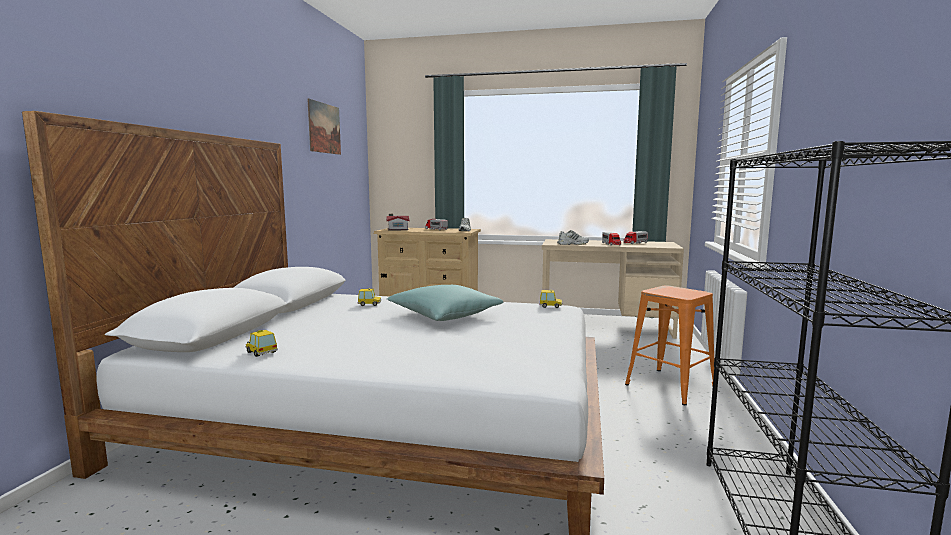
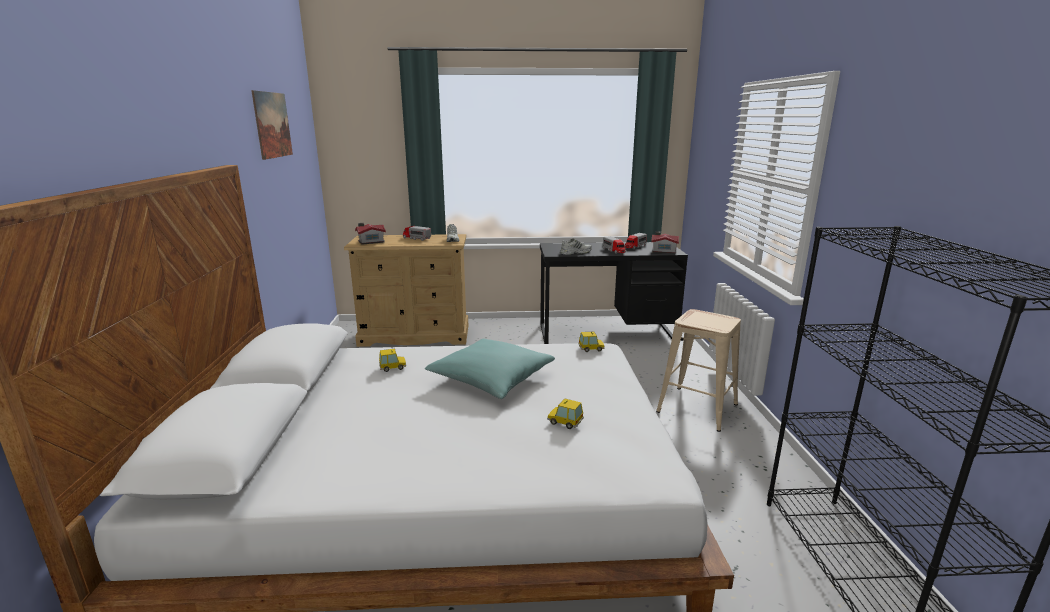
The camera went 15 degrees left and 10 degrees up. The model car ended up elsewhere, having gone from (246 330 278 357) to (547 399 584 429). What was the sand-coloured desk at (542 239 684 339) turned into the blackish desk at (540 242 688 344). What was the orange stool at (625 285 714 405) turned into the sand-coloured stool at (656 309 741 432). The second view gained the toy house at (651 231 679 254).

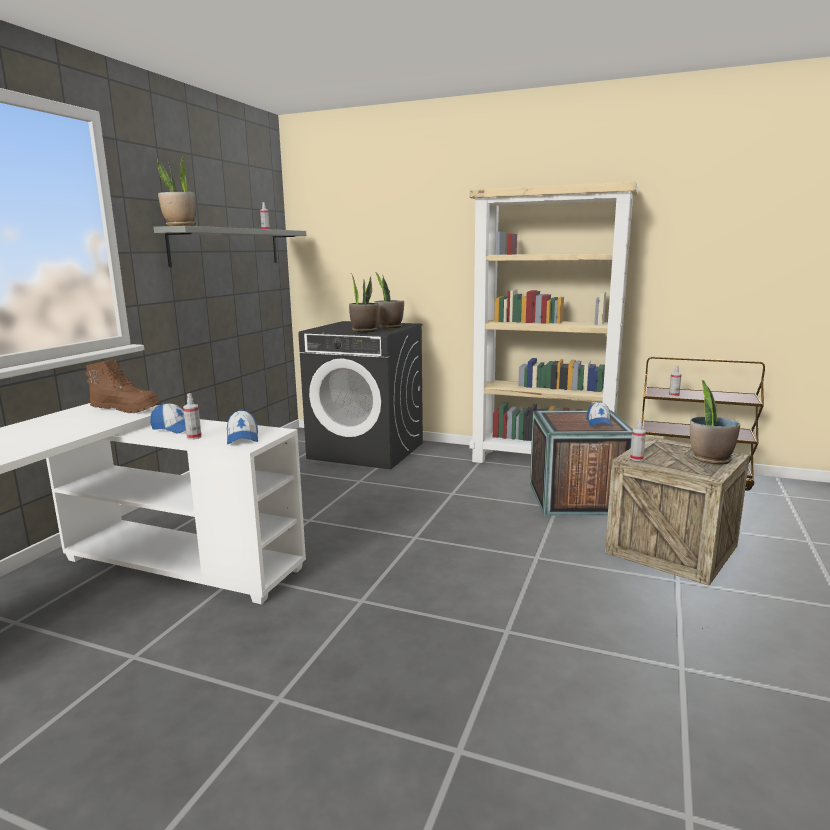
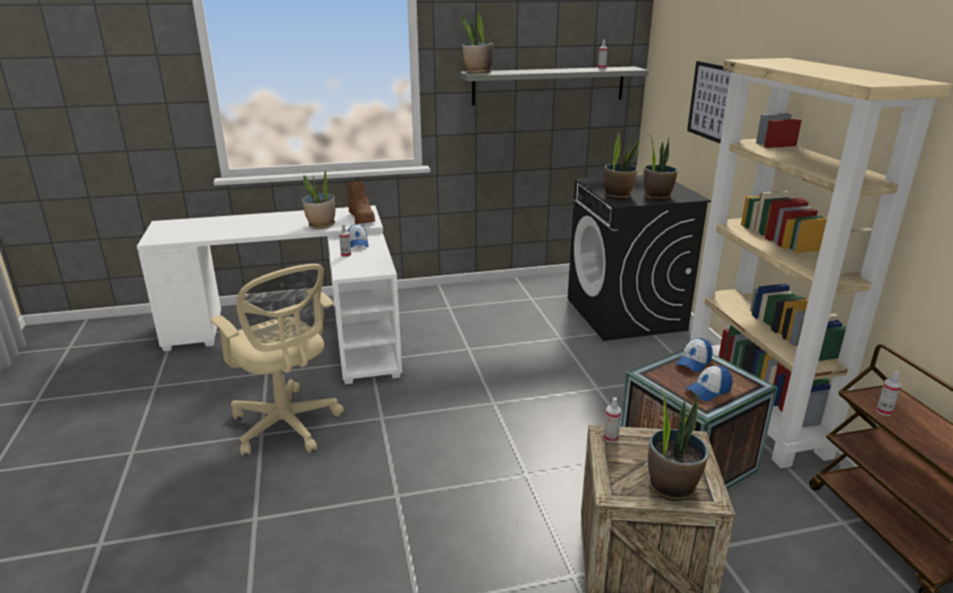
The camera went 55 degrees right and 10 degrees up. The peaked cap ended up elsewhere, having gone from (227 409 258 444) to (675 338 713 373). The second view gained the sand-coloured desk chair at (210 264 344 456). The second view gained the potted plant at (302 169 335 229). The second view gained the wall art at (687 61 731 143).

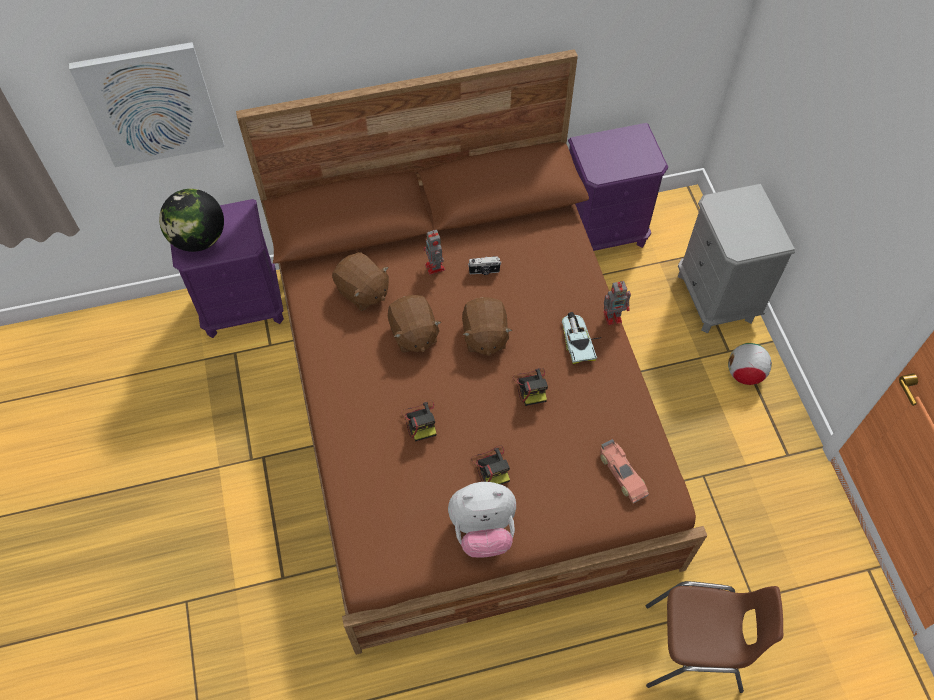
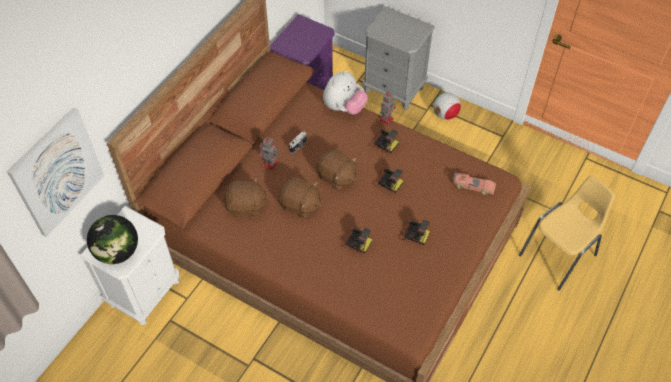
The camera went 45 degrees left and 5 degrees down. What was the purple-coloured night table at (170 199 284 338) turned into the whitish night table at (80 206 179 325). The soft toy ended up elsewhere, having gone from (448 482 516 557) to (323 71 368 115). Where the model car stood at (562 312 601 364), the still camera came to stand at (369 129 399 153). What was the brown-coloured chair at (646 581 783 693) turned into the yellowish chair at (519 176 615 290).

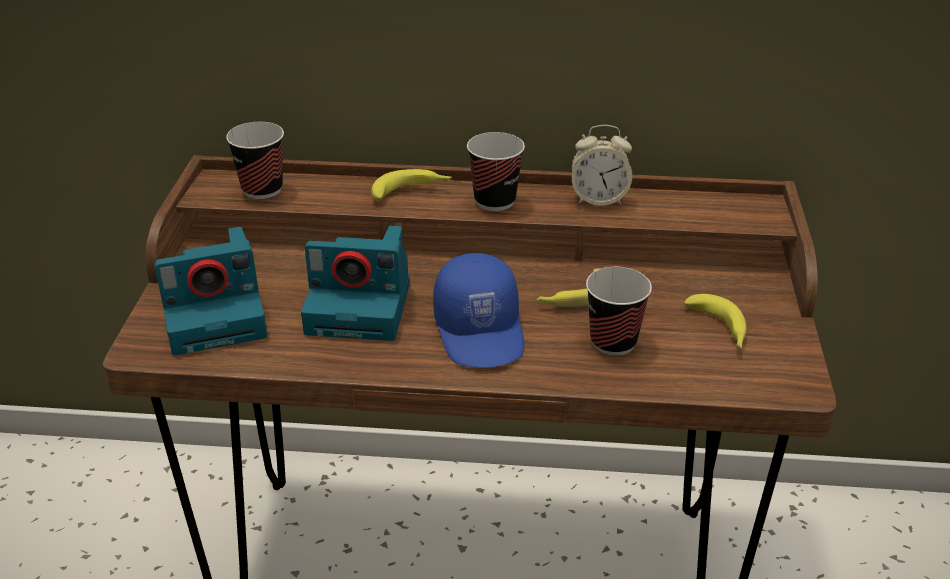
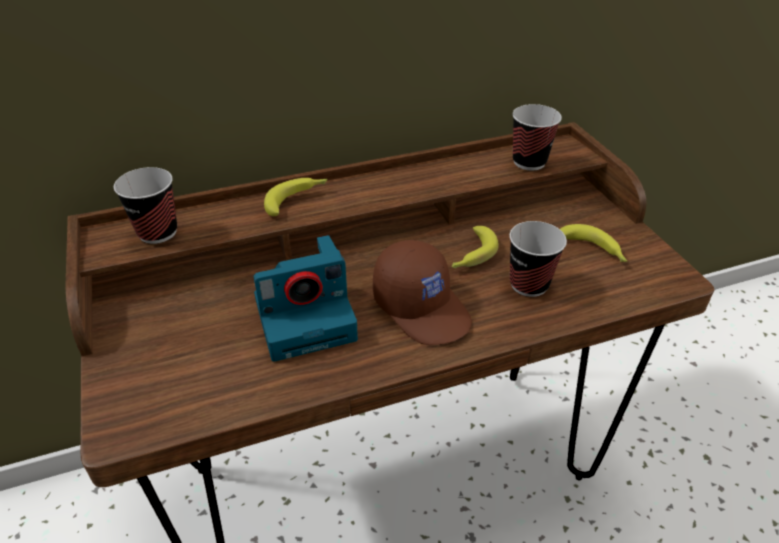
The camera went 25 degrees left and 5 degrees up. The second view lost the still camera at (155 227 267 355). What was the bluish peaked cap at (433 253 524 368) turned into the brown-coloured peaked cap at (373 240 472 345). The cup ended up elsewhere, having gone from (467 132 525 211) to (513 104 562 170). The second view lost the alarm clock at (572 125 632 206).

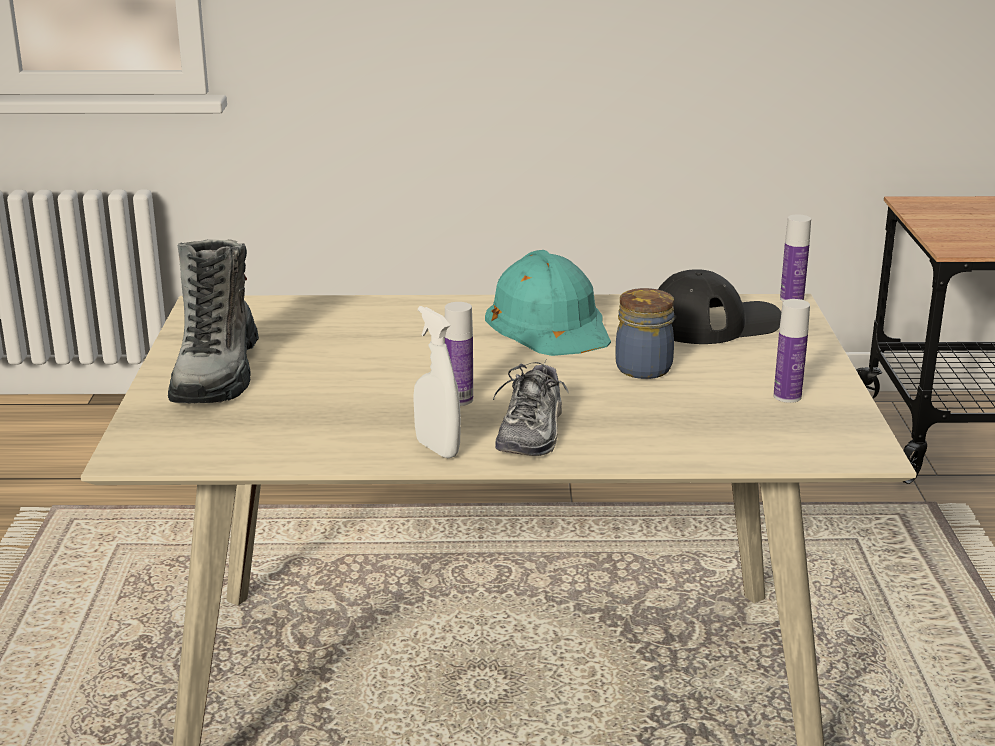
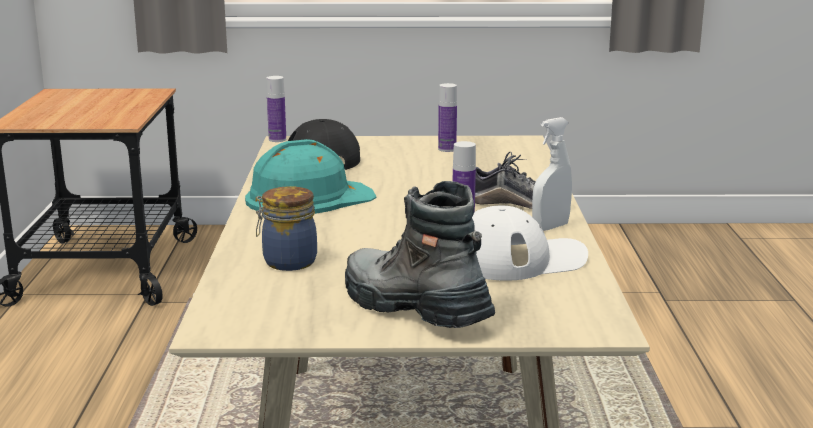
The camera went 90 degrees left and 5 degrees down. The tall boot at (168 239 259 404) ended up facing another way, 135 degrees counterclockwise from before. The jar ended up elsewhere, having gone from (615 288 674 379) to (256 186 317 271). The second view gained the whitish peaked cap at (472 206 588 281).

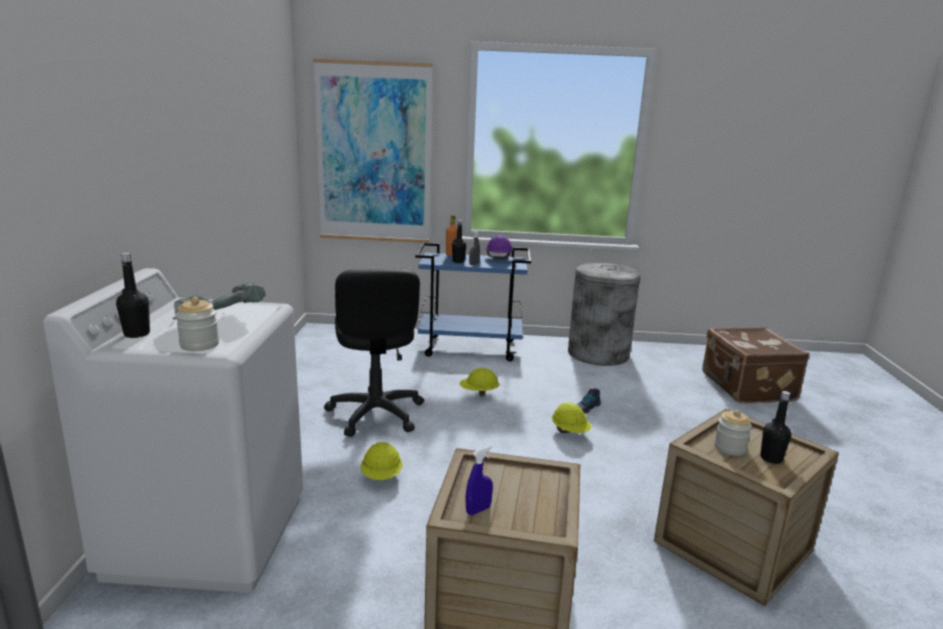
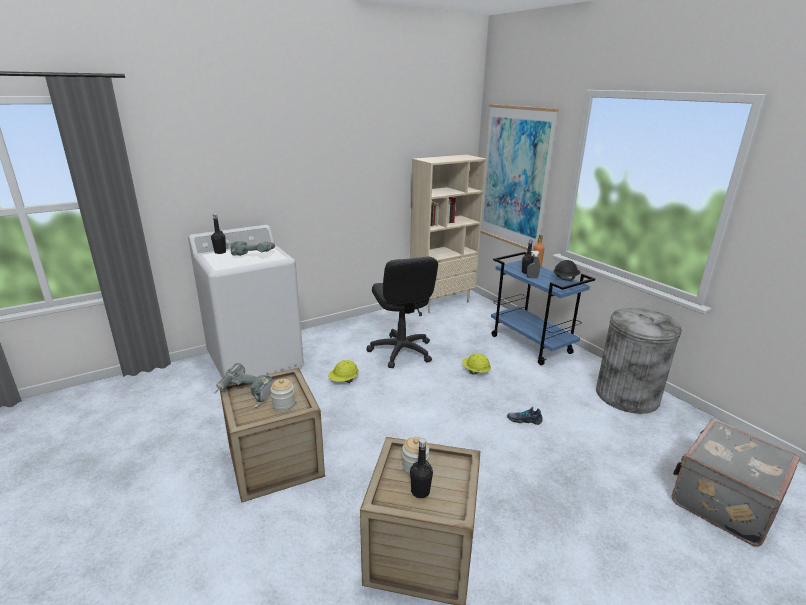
The camera went 55 degrees right and 5 degrees up. The jar ended up elsewhere, having gone from (176 297 219 351) to (270 379 295 411). The blackish desk chair at (324 269 424 437) ended up facing another way, 60 degrees counterclockwise from before. Where the bluish hand sprayer stood at (466 446 493 515), the power drill came to stand at (213 363 274 408). What was the purple-coloured work helmet at (485 235 513 259) turned into the blackish work helmet at (553 260 581 281). The second view lost the yellowish work helmet at (552 402 591 433). What was the brown-coloured suitcase at (702 327 809 404) turned into the greyish suitcase at (672 419 801 547). The second view gained the sand-coloured bookcase at (410 155 487 313).

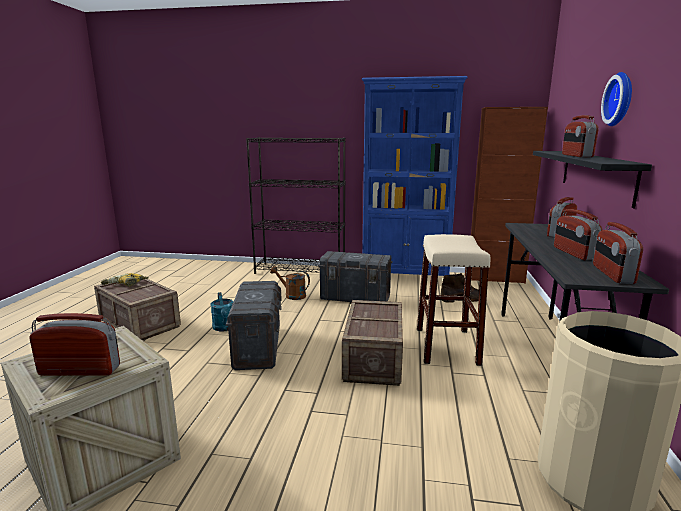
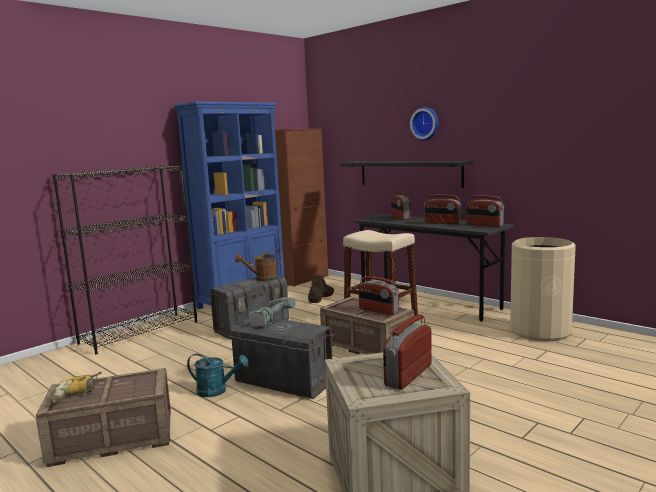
The camera went 55 degrees left and 5 degrees down. The brown-coloured watering can ended up elsewhere, having gone from (270 266 310 300) to (235 249 281 281). The radio set ended up elsewhere, having gone from (562 115 599 157) to (358 276 399 315). The second view gained the power drill at (245 297 295 326).

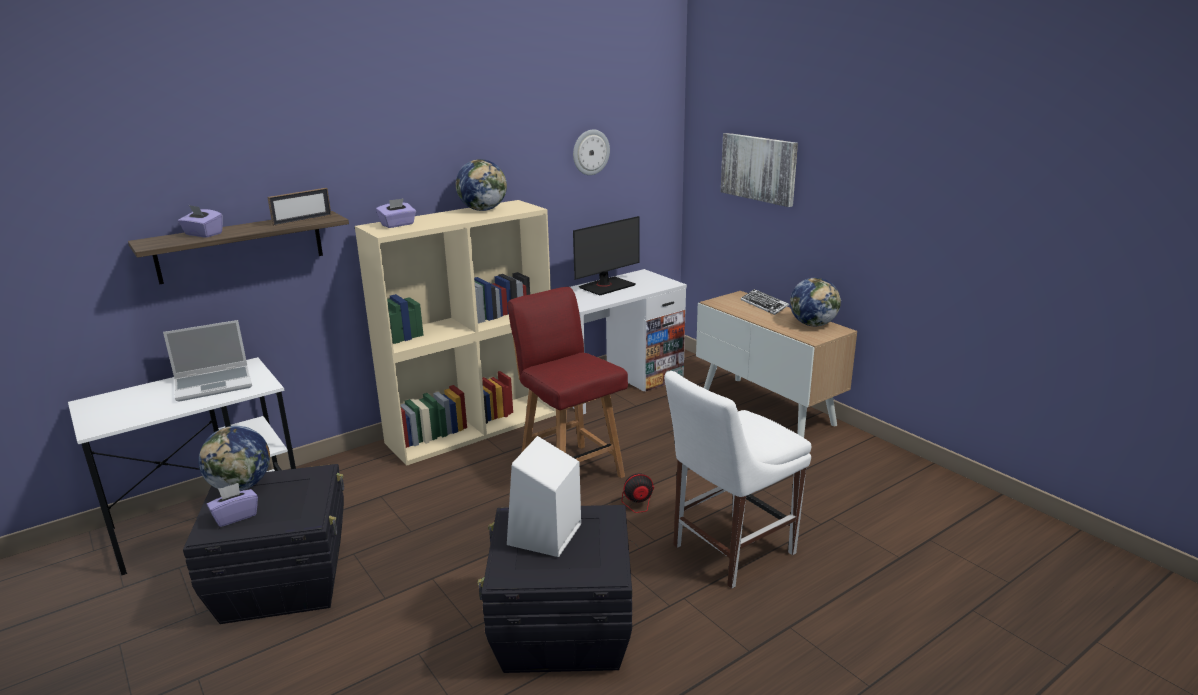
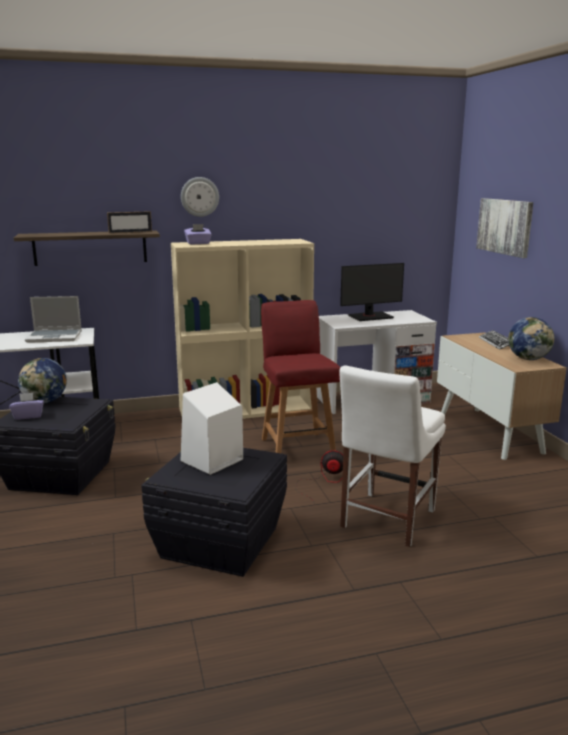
The camera went 20 degrees right and 5 degrees down. The second view lost the purple-coloured tissue box at (178 205 223 237). The second view lost the globe at (456 159 507 211). The wall clock ended up elsewhere, having gone from (573 129 610 175) to (181 177 219 217). The whitish chair at (664 371 811 588) ended up facing another way, 45 degrees counterclockwise from before.

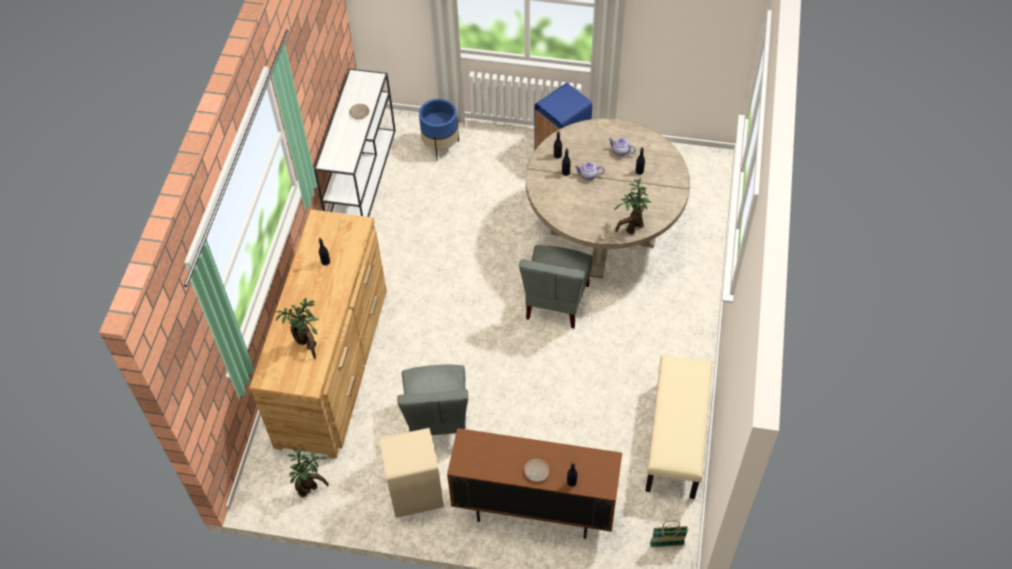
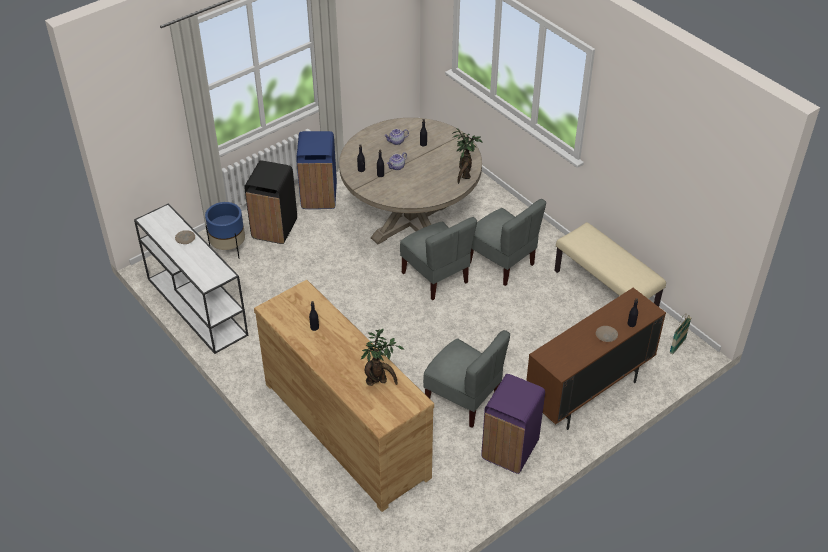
The camera went 50 degrees left and 10 degrees down. The second view lost the potted plant at (288 447 329 497). What was the sand-coloured waste bin at (379 428 444 518) turned into the purple-coloured waste bin at (481 374 545 474). The second view gained the blackish waste bin at (244 160 297 244). The second view gained the greyish chair at (470 199 546 286).

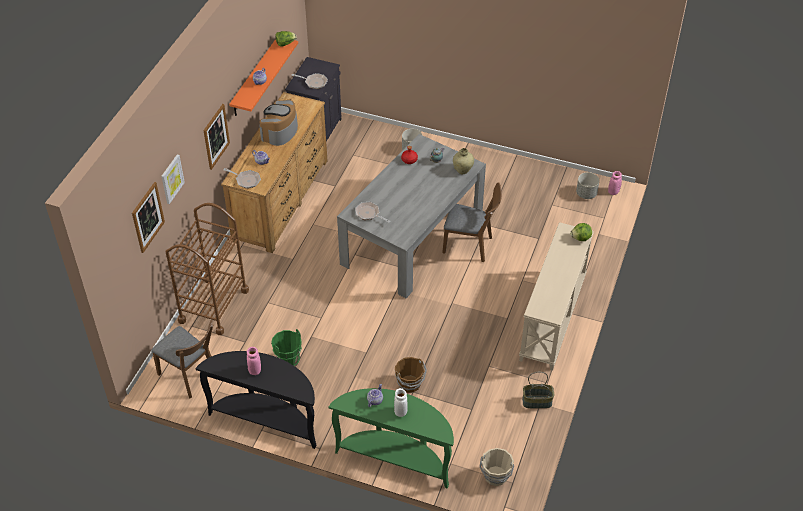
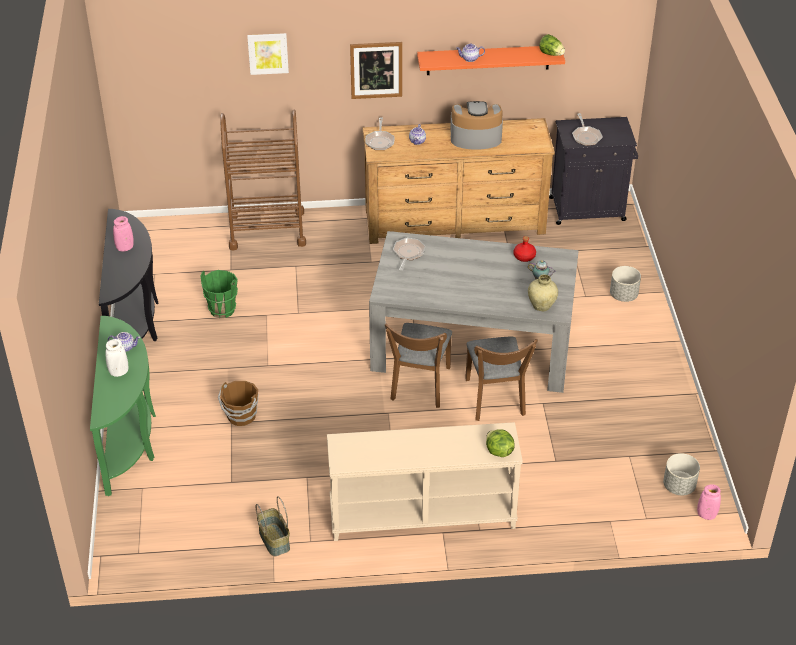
The camera went 65 degrees right and 5 degrees down. The second view lost the wall art at (132 182 165 253). The brown-coloured chair ended up elsewhere, having gone from (151 320 213 398) to (385 323 452 408). The second view lost the sand-coloured pail at (479 448 514 486).

